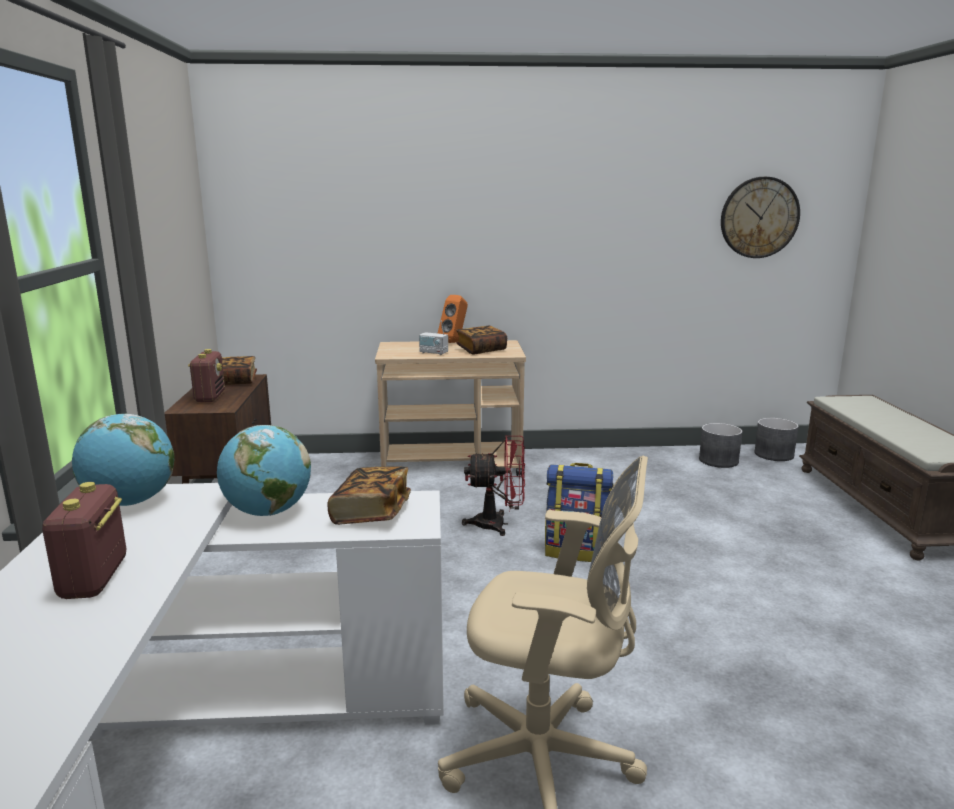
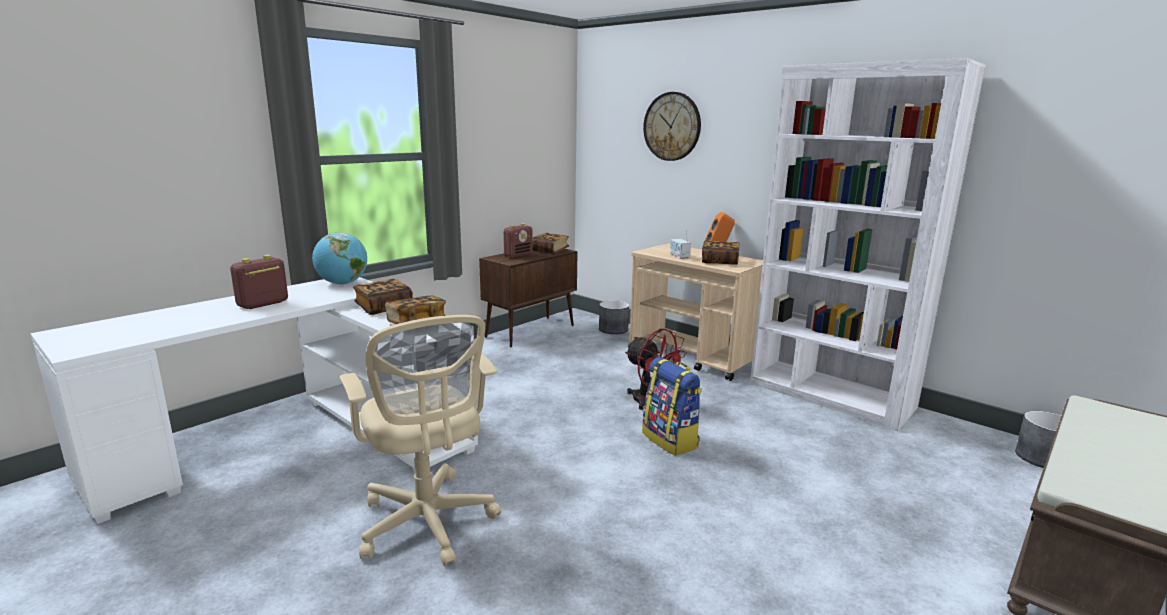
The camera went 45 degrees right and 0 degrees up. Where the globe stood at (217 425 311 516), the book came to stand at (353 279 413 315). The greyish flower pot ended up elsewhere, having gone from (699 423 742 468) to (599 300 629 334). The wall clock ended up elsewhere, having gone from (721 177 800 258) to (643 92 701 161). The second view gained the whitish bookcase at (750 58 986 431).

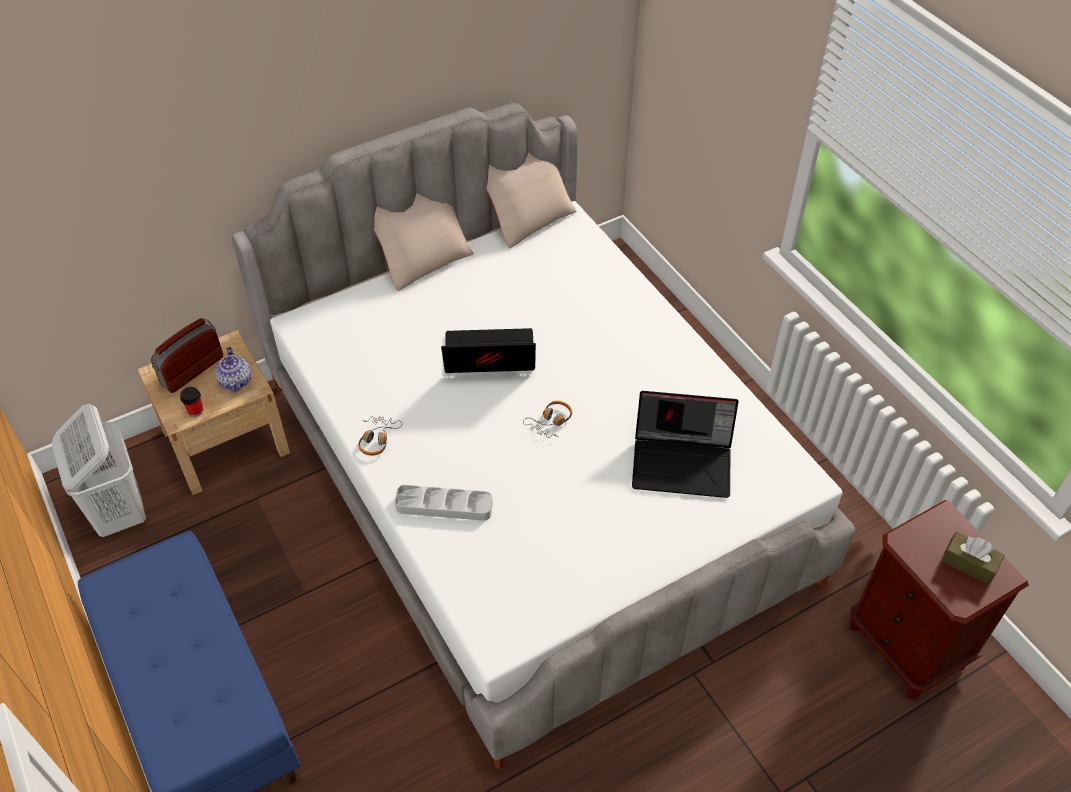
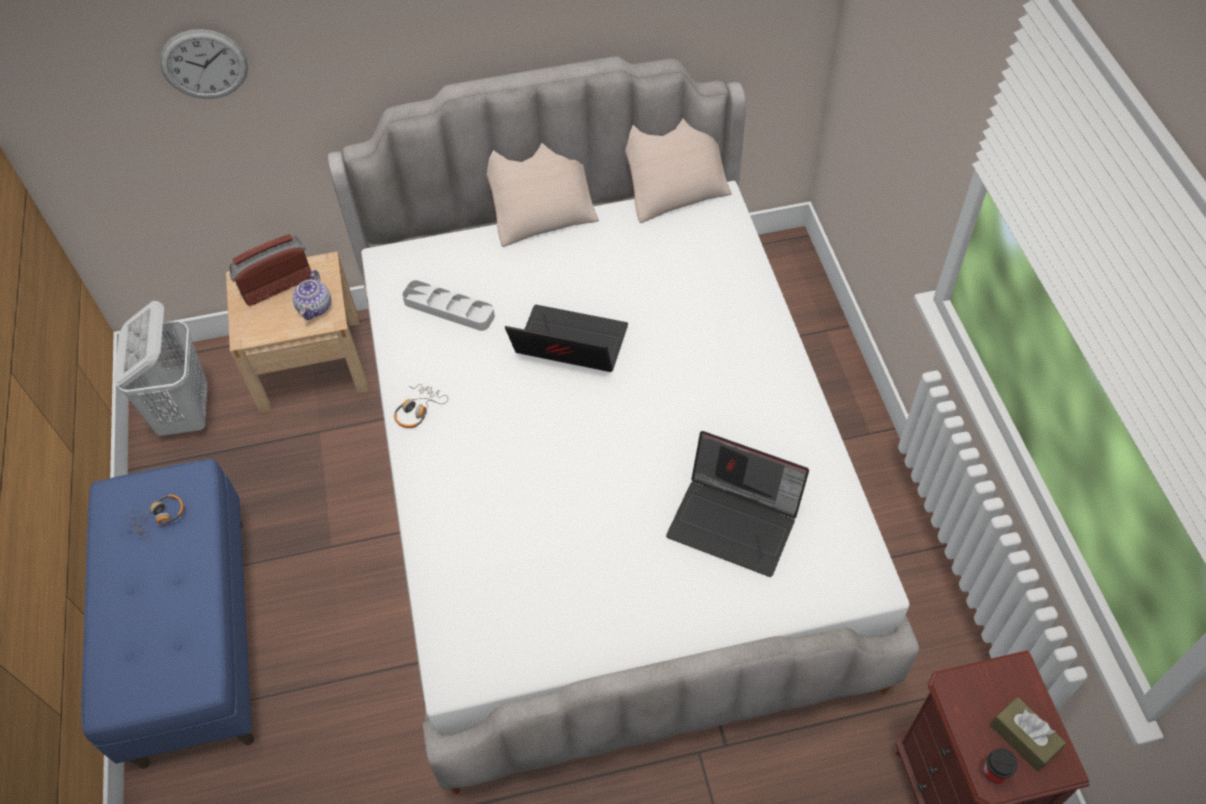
The camera went 20 degrees right and 5 degrees up. The cup ended up elsewhere, having gone from (180 387 203 417) to (982 748 1018 785). The greyish carrying tray ended up elsewhere, having gone from (395 485 493 521) to (402 280 495 331). The pair of headphones ended up elsewhere, having gone from (523 401 572 438) to (125 495 184 539). The second view gained the wall clock at (160 29 248 99).

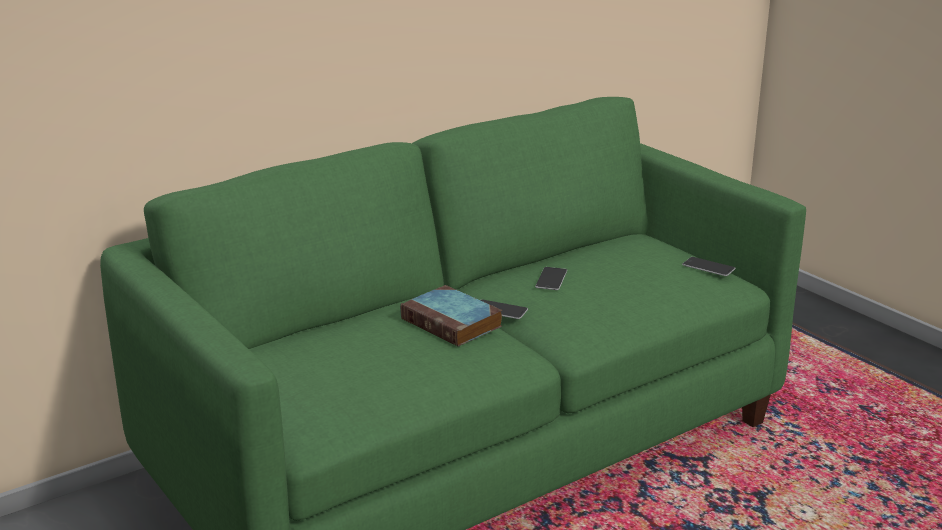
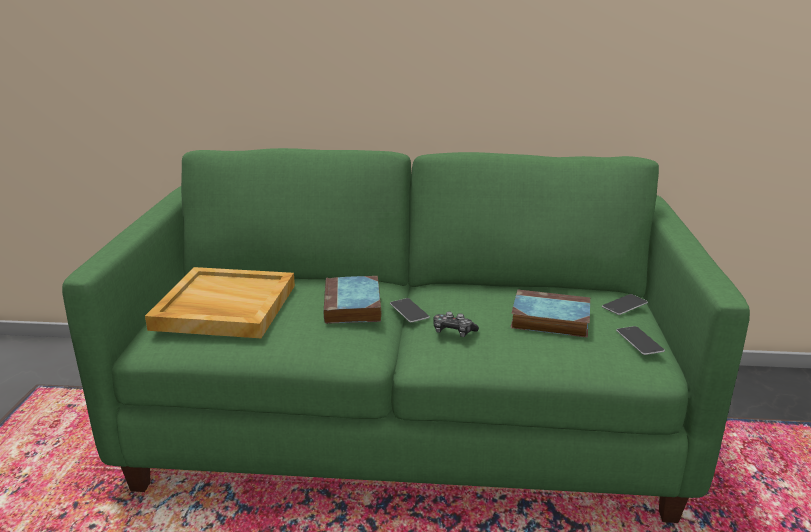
The camera went 40 degrees right and 0 degrees up. The phone ended up elsewhere, having gone from (535 267 567 290) to (602 294 648 315). The second view gained the sand-coloured carrying tray at (145 267 295 338). The second view gained the gamepad at (433 312 479 337). The second view gained the book at (510 289 590 338).

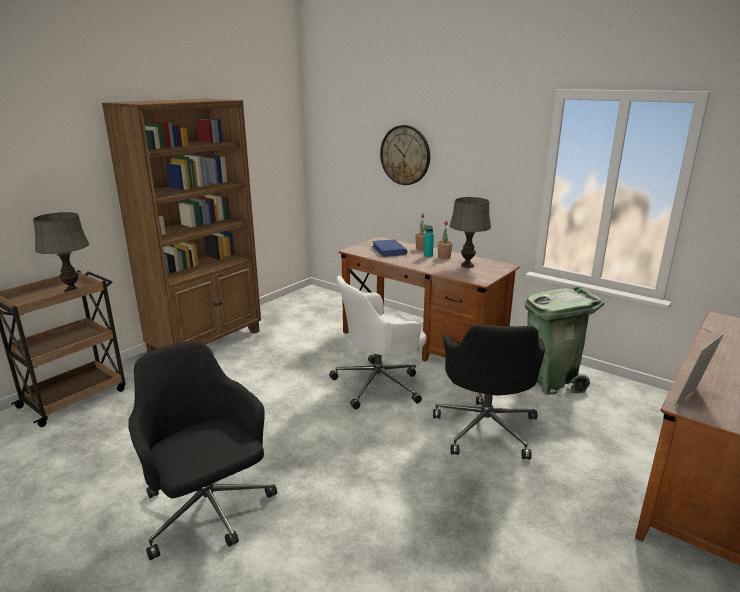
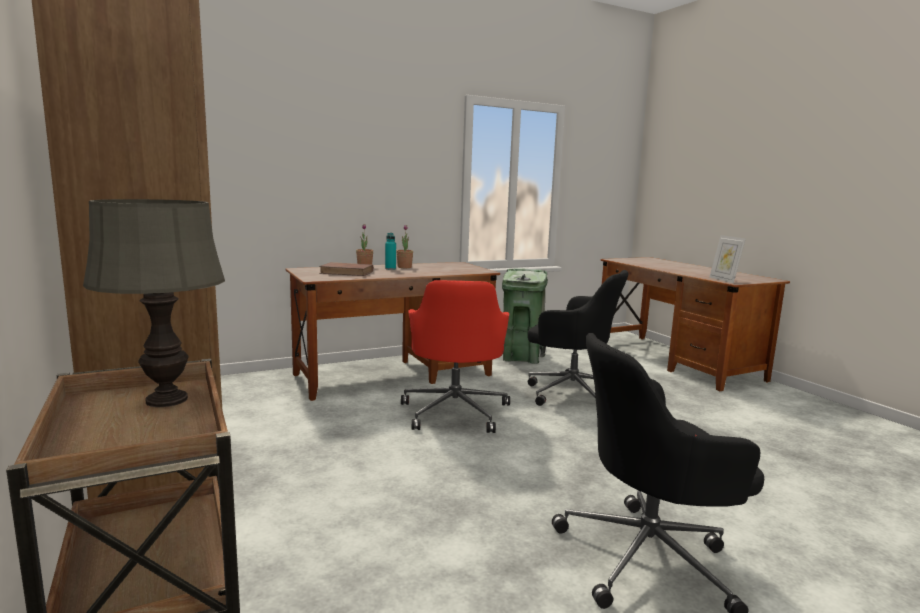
The camera went 65 degrees left and 10 degrees down. What was the whitish desk chair at (329 276 427 409) turned into the red desk chair at (401 280 510 433). What was the bluish book at (372 239 407 257) turned into the brown-coloured book at (319 262 373 276). The second view lost the wall clock at (380 125 430 185). The second view lost the greyish table lamp at (450 197 491 268).

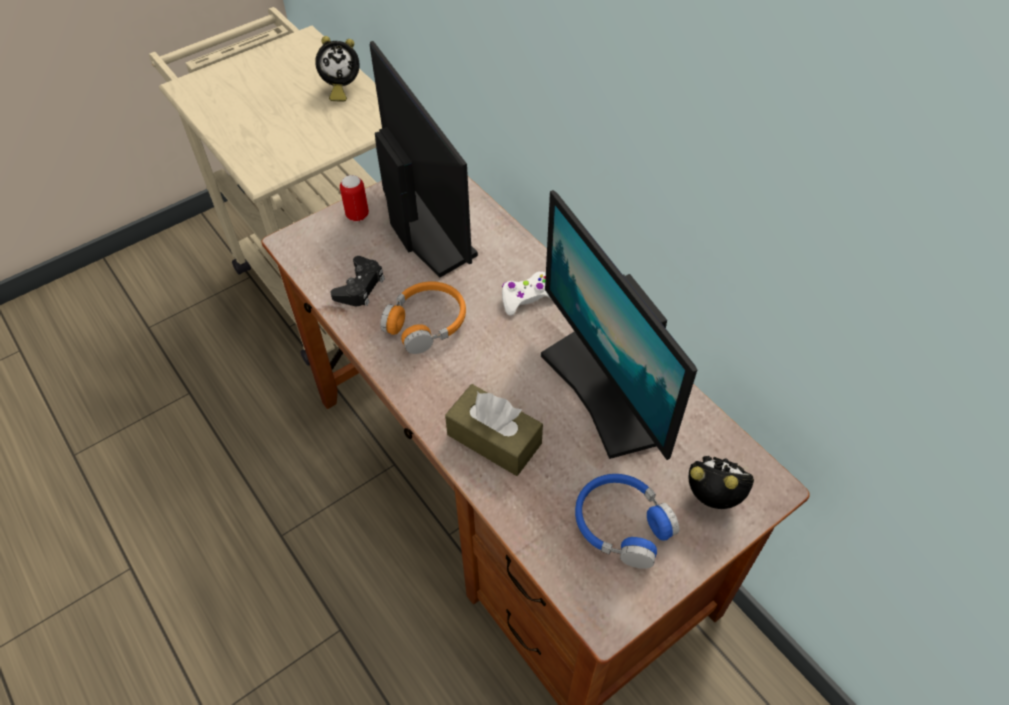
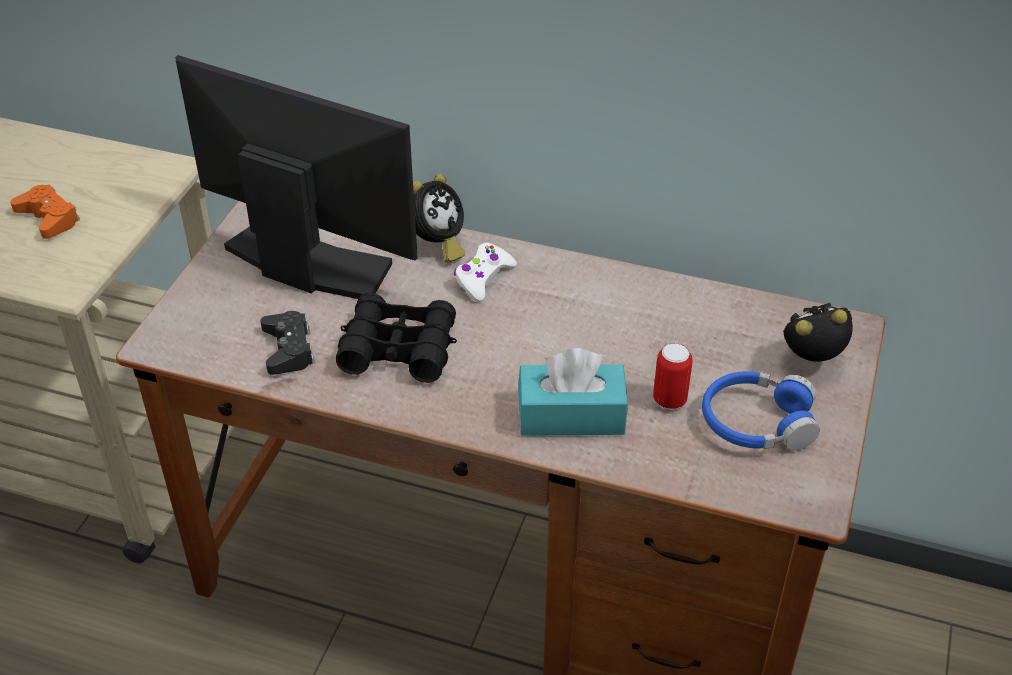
The camera went 35 degrees left and 10 degrees down. The alarm clock ended up elsewhere, having gone from (315 36 360 102) to (413 174 465 262). The metal can ended up elsewhere, having gone from (340 175 369 222) to (653 343 693 410). Where the orange pair of headphones stood at (380 281 466 354), the blackish field glasses came to stand at (336 293 457 383). What was the brown-coloured tissue box at (445 384 543 476) turned into the blue-green tissue box at (518 348 628 436). The second view lost the monitor at (541 190 697 460). The second view gained the orange gamepad at (10 184 80 239).

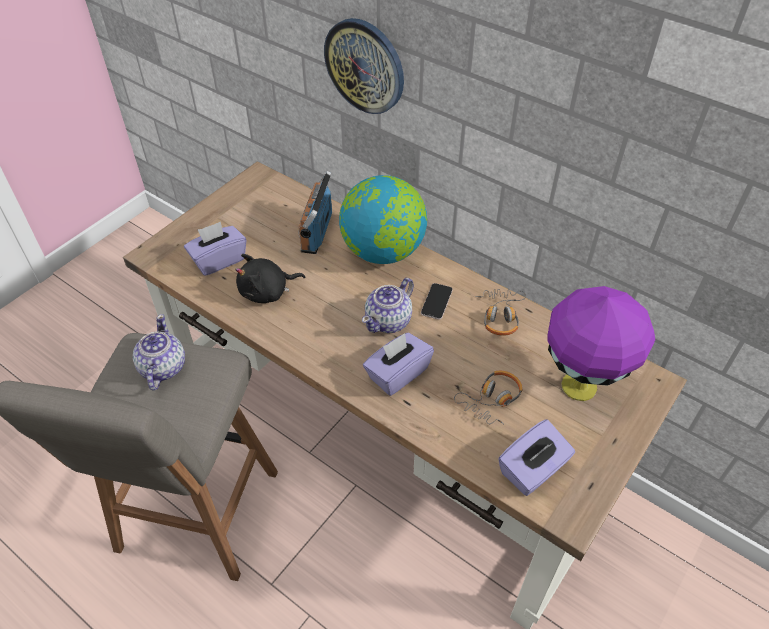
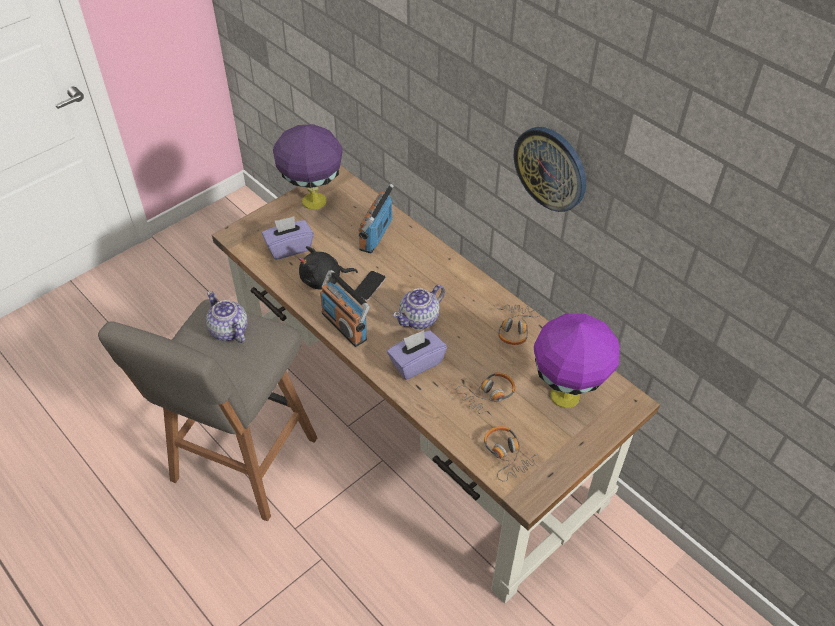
The camera went 10 degrees right and 0 degrees up. The teapot at (133 314 185 391) ended up facing another way, 45 degrees counterclockwise from before. The wall clock ended up elsewhere, having gone from (324 18 404 114) to (514 127 586 212). The second view lost the globe at (339 175 427 264). The phone ended up elsewhere, having gone from (421 283 453 320) to (354 271 386 301). Where the purple-coloured tissue box stood at (498 419 575 496), the pair of headphones came to stand at (484 426 538 481). The second view gained the purple-coloured table lamp at (273 124 343 210). The second view gained the radio set at (320 270 370 347).

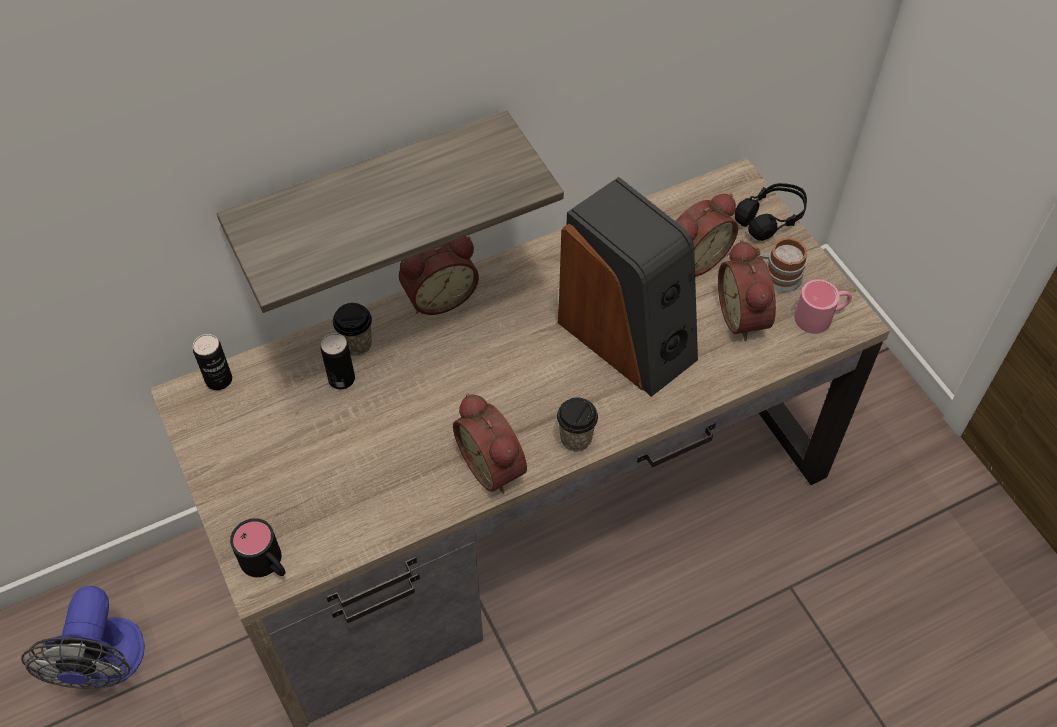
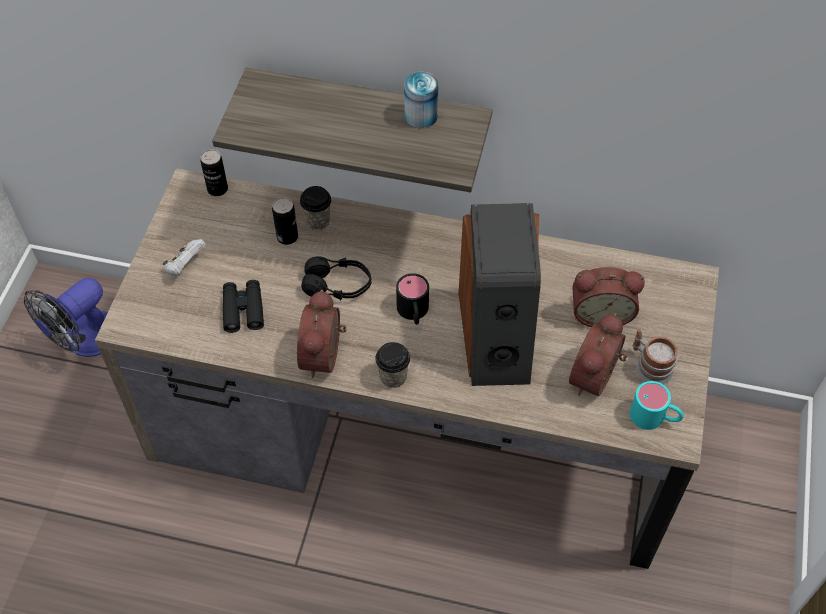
The camera went 40 degrees right and 0 degrees up. The blackish coffee mug ended up elsewhere, having gone from (230 518 285 577) to (396 273 429 325). The second view lost the alarm clock at (399 236 479 315). The blackish pair of headphones ended up elsewhere, having gone from (735 183 807 241) to (301 256 372 300). What was the pinkish coffee mug at (794 279 852 334) turned into the blue-green coffee mug at (630 381 684 430). The second view gained the whitish gamepad at (163 239 206 276). The second view gained the blackish field glasses at (223 280 264 333). The second view gained the metal can at (404 72 438 128).

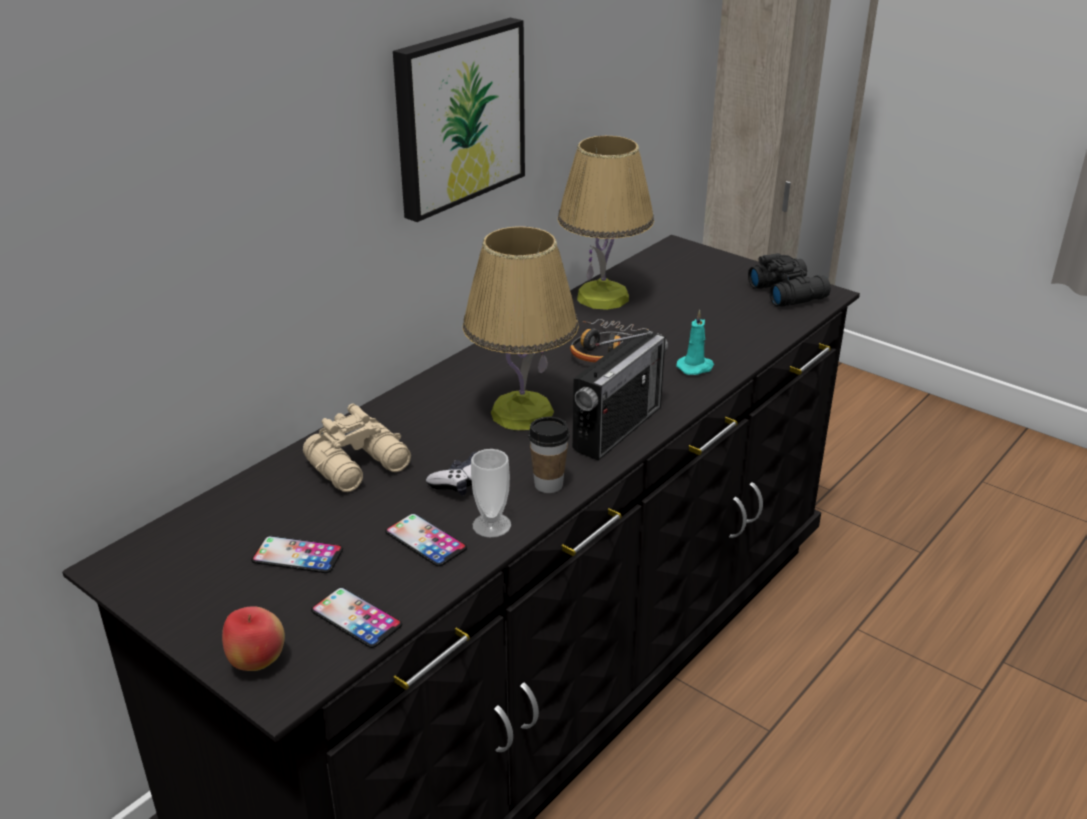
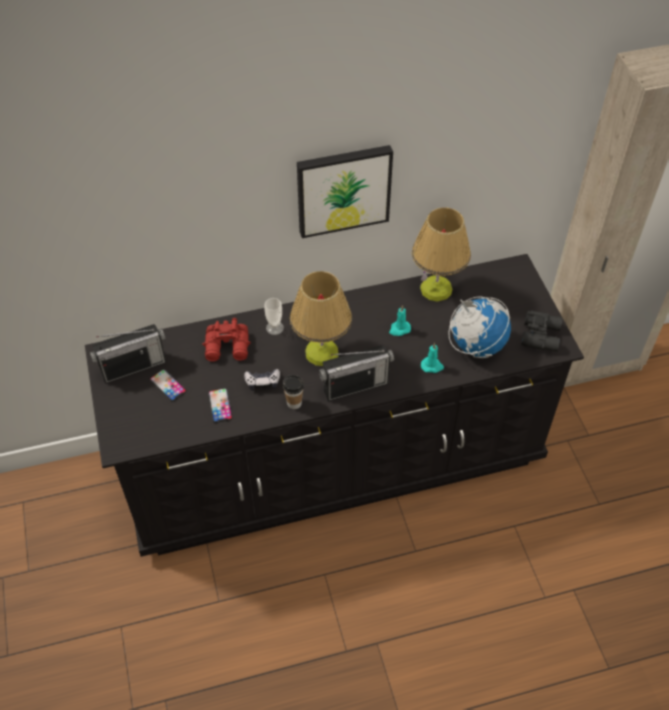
The camera went 35 degrees right and 20 degrees up. The second view lost the apple fruit at (222 606 285 671). What was the sand-coloured field glasses at (303 403 411 492) turned into the red field glasses at (202 318 251 361). The second view lost the phone at (311 587 402 648). The cup ended up elsewhere, having gone from (471 449 511 538) to (264 298 284 335). Where the pair of headphones stood at (570 319 650 363), the blue-green candle came to stand at (389 305 411 336). The second view gained the radio set at (90 324 166 383). The second view gained the globe at (448 296 511 358).

